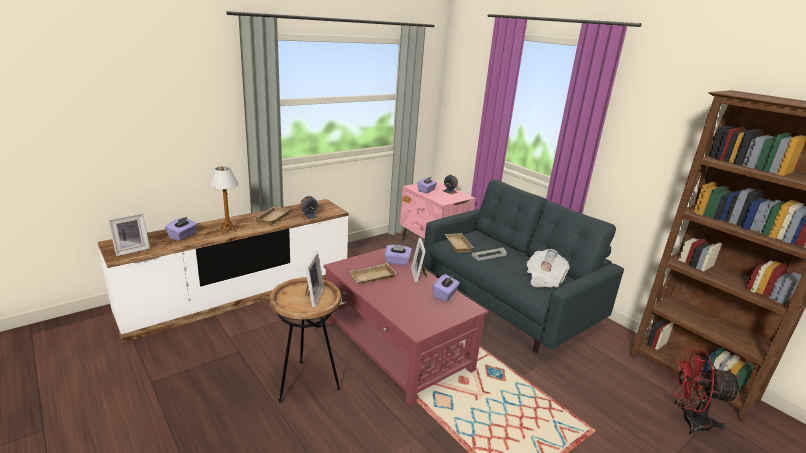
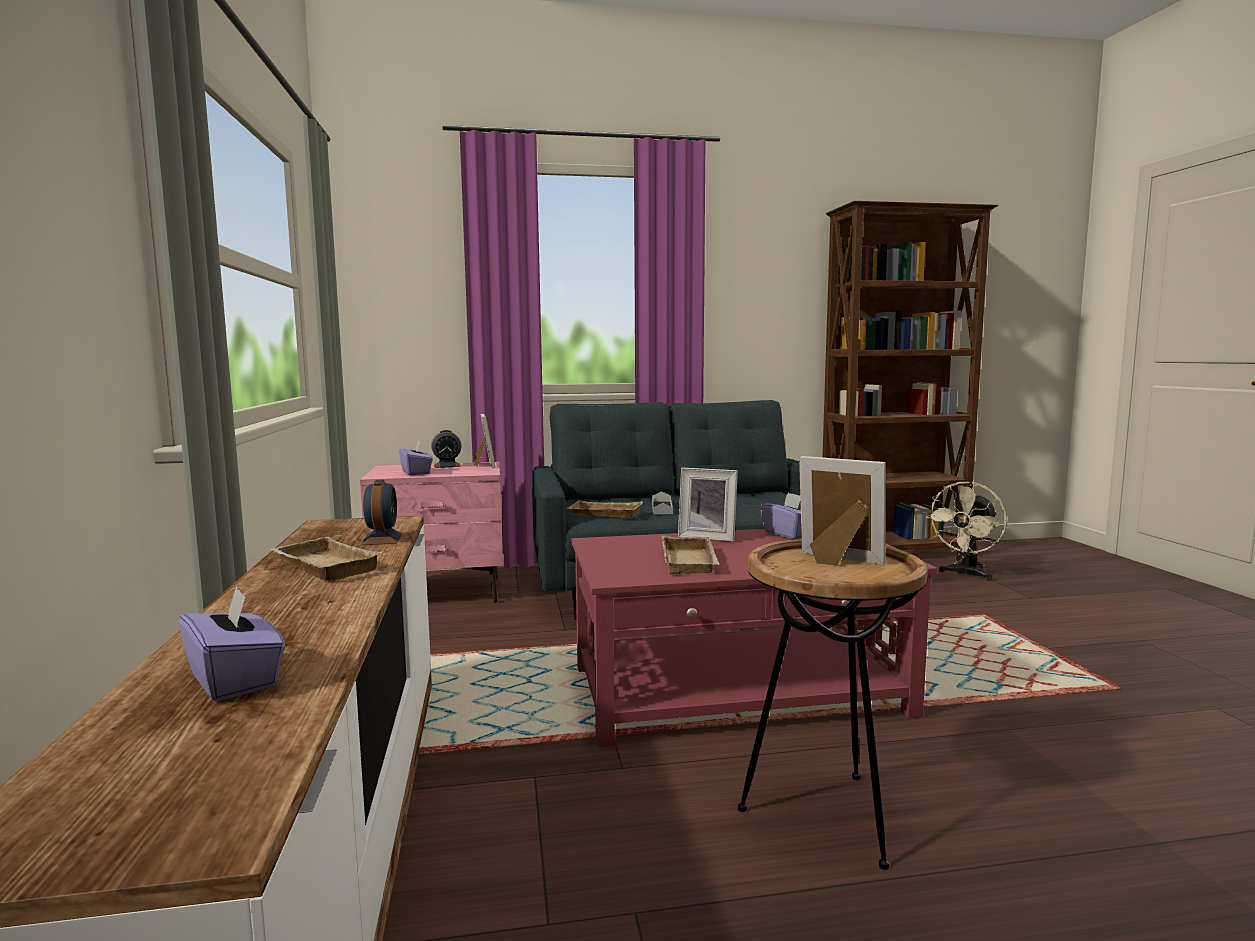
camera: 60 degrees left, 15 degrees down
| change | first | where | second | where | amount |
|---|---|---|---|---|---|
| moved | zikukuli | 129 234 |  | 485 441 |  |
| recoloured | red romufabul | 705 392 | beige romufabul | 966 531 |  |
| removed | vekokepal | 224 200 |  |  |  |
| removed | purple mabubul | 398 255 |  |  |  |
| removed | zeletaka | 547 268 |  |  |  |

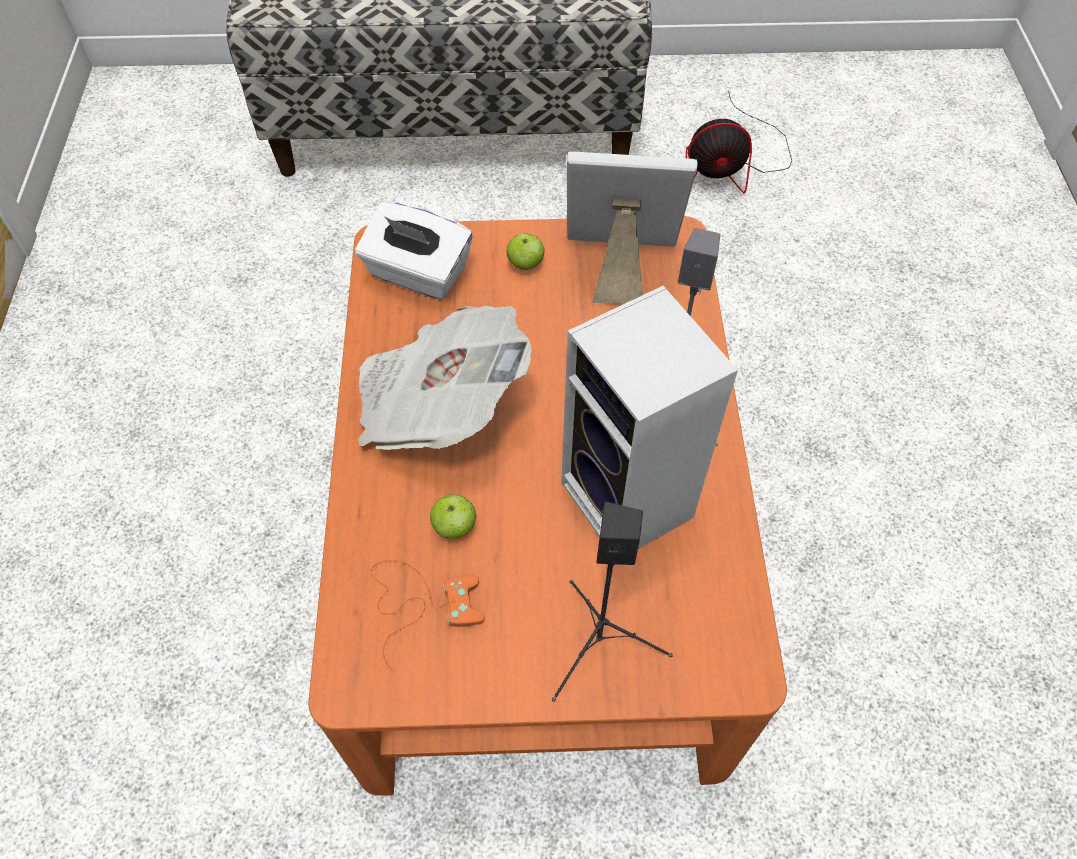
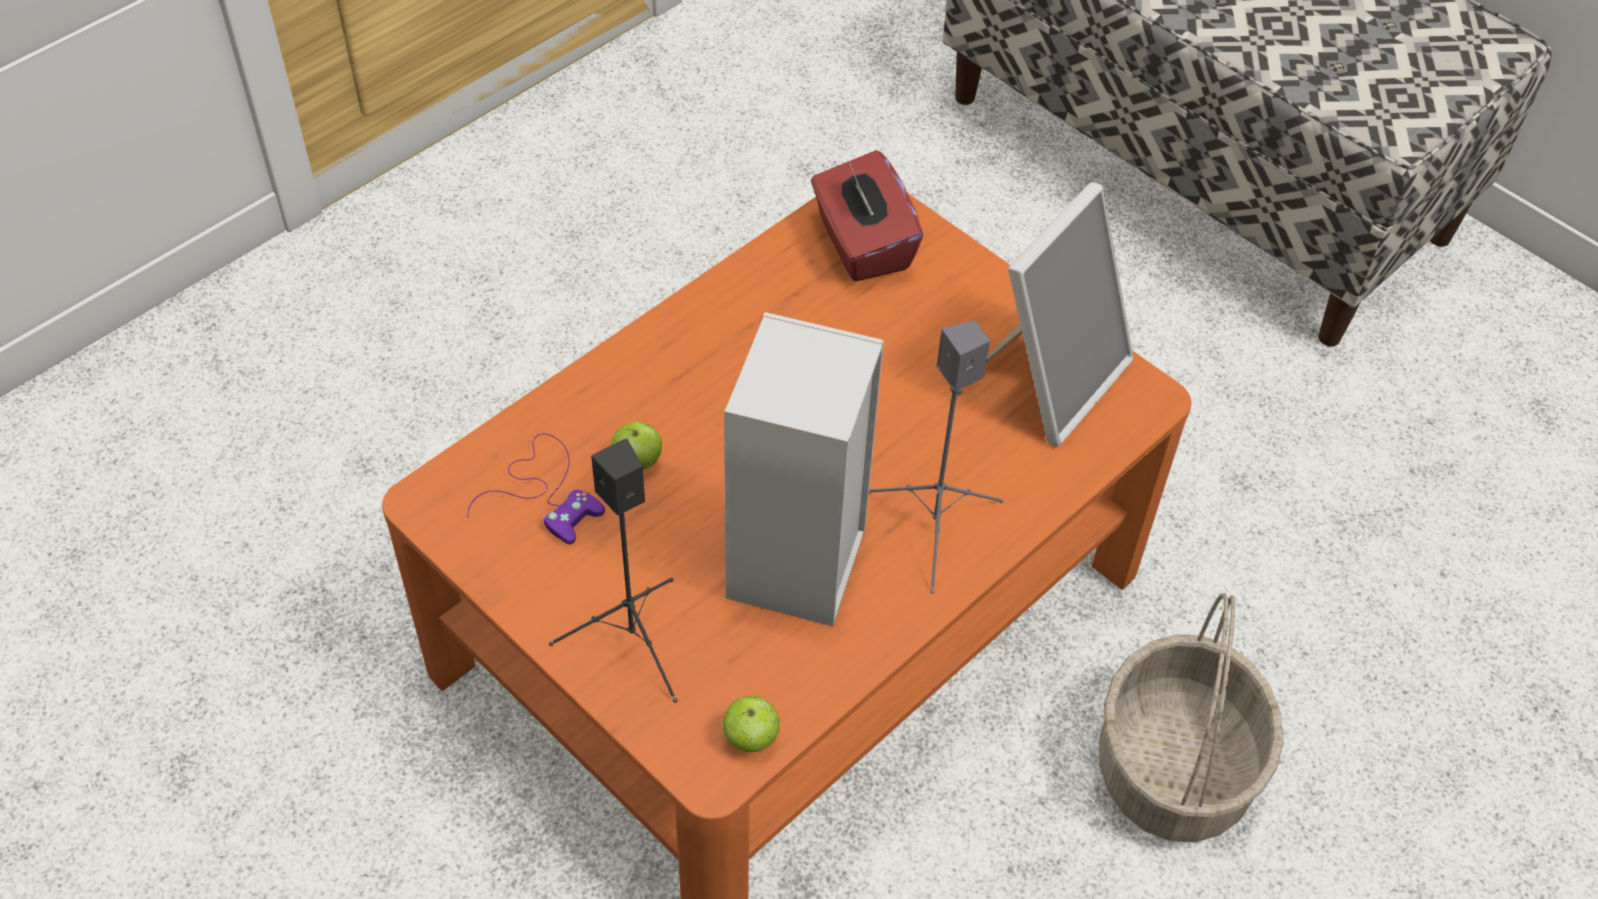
camera: 45 degrees right, 5 degrees down
| change | first | where | second | where | amount |
|---|---|---|---|---|---|
| recoloured | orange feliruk | 428 616 | purple feliruk | 536 489 |  |
| moved | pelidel | 525 251 |  | 751 724 |  |
| recoloured | white mabubul | 414 250 | red mabubul | 867 216 |  |
| turned | zikukuli | 632 228 |  | 1059 314 | 75 degrees clockwise |
| added |  |  | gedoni | 1191 718 |  |
| removed | zeletaka | 445 378 |  |  |  |
| removed | romufabul | 739 142 |  |  |  |

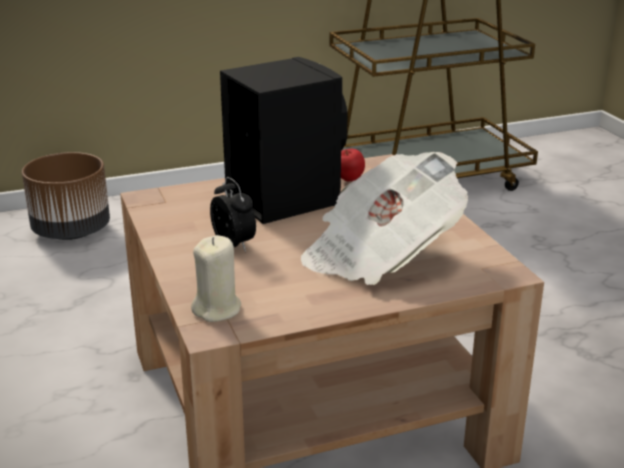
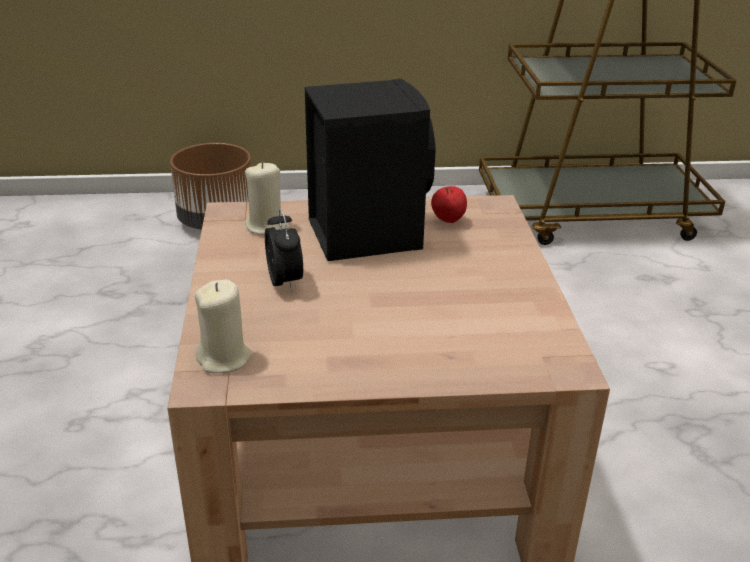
camera: 15 degrees right, 5 degrees up
| change | first | where | second | where | amount |
|---|---|---|---|---|---|
| added |  |  | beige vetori | 267 198 |  |
| removed | zeletaka | 384 218 |  |  |  |

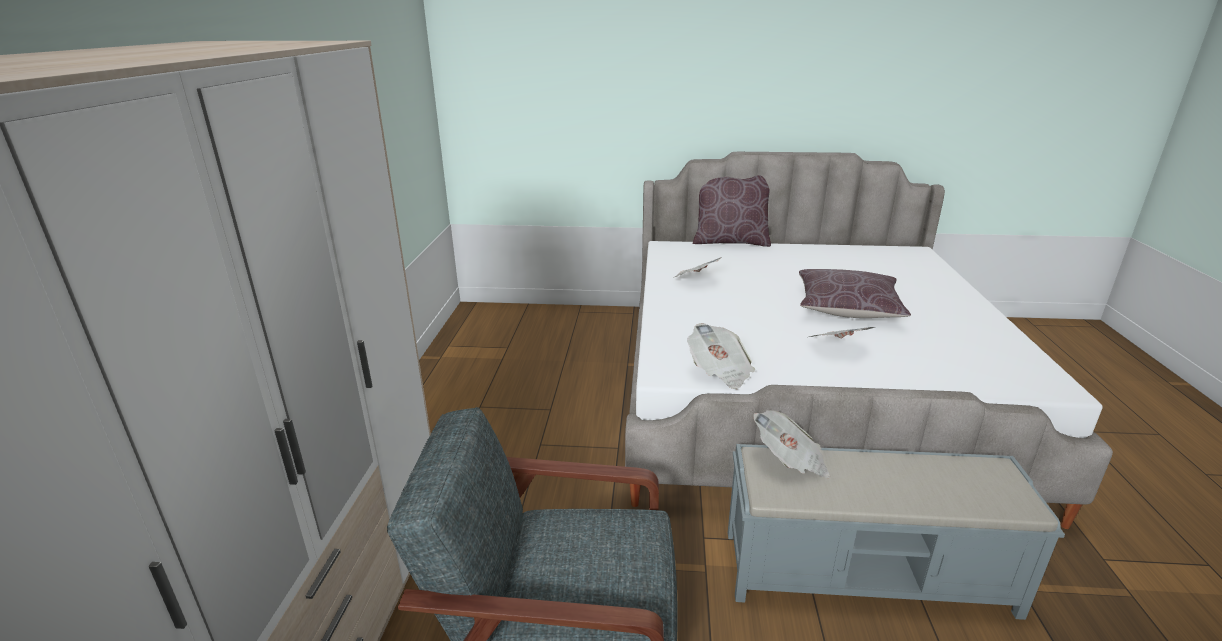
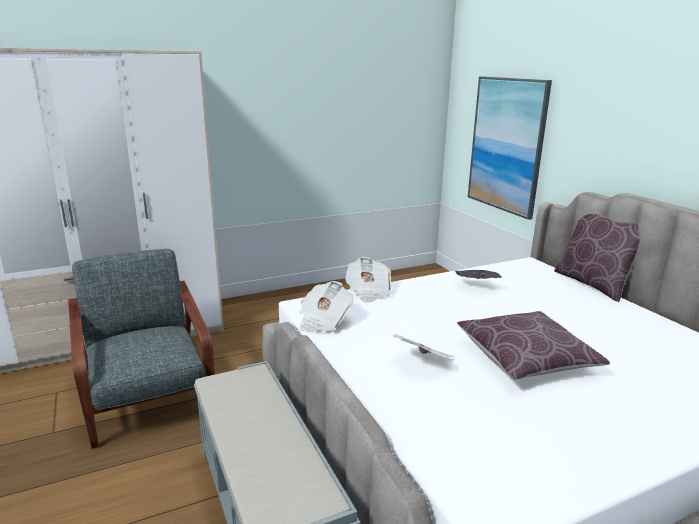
camera: 60 degrees right, 5 degrees down
| change | first | where | second | where | amount |
|---|---|---|---|---|---|
| moved | zeletaka | 791 444 |  | 368 280 |  |
| added |  |  | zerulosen | 510 148 |  |

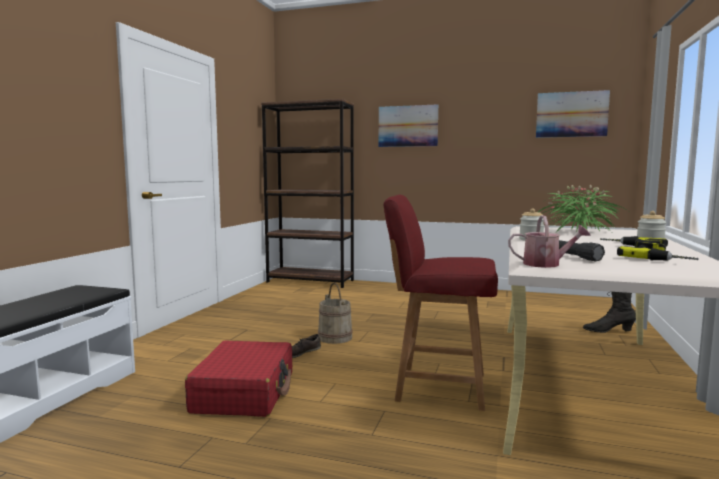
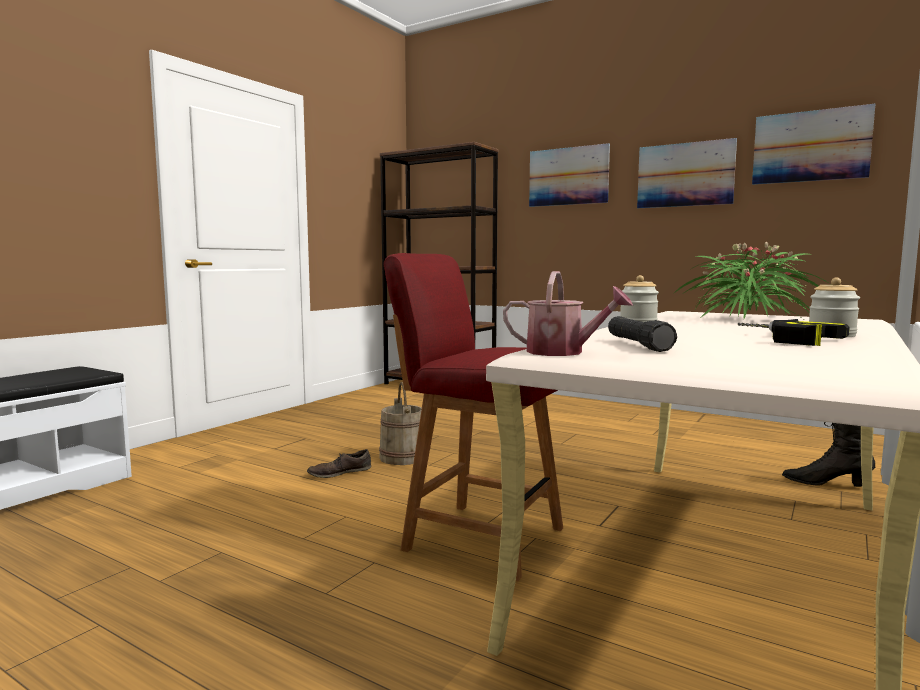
camera: 15 degrees right, 0 degrees up
| change | first | where | second | where | amount |
|---|---|---|---|---|---|
| added |  |  | zerulosen | 687 173 |  |
| removed | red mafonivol | 238 379 |  |  |  |
| removed | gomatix | 658 251 |  |  |  |

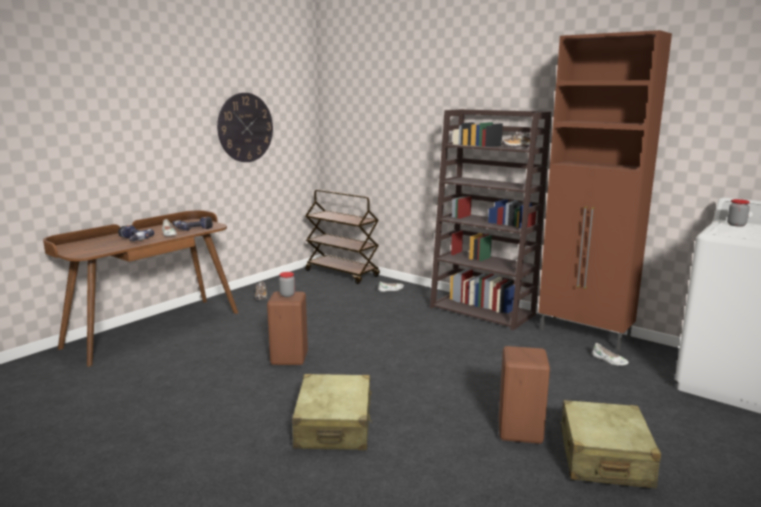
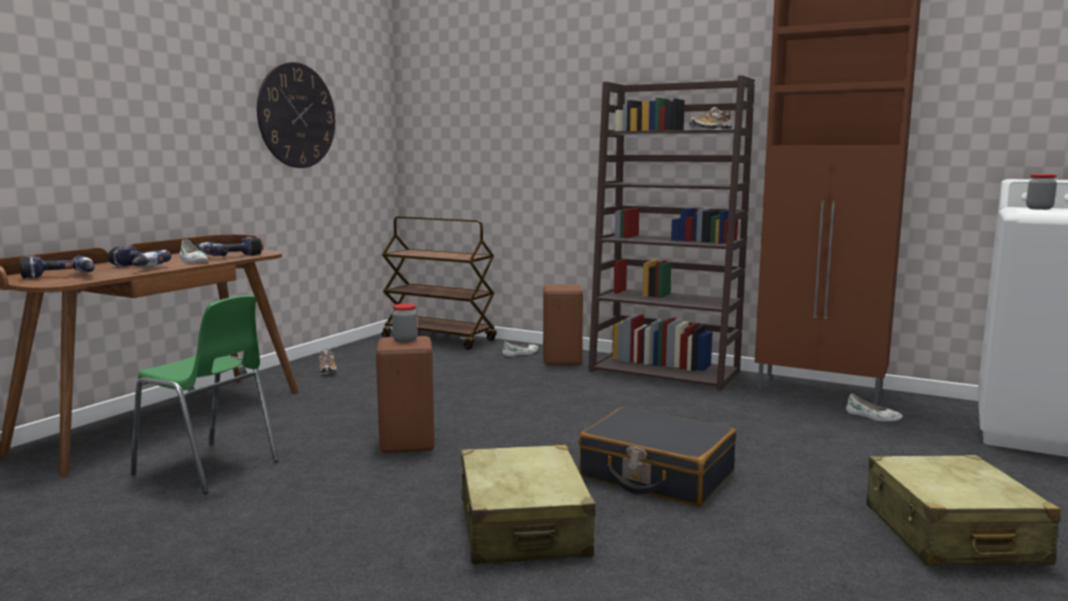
camera: 10 degrees left, 5 degrees down
| change | first | where | second | where | amount |
|---|---|---|---|---|---|
| added |  |  | gomatix | 57 267 |  |
| added |  |  | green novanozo | 204 394 |  |
| moved | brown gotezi | 524 395 |  | 563 324 |  |
| added |  |  | black mafonivol | 657 456 |  |

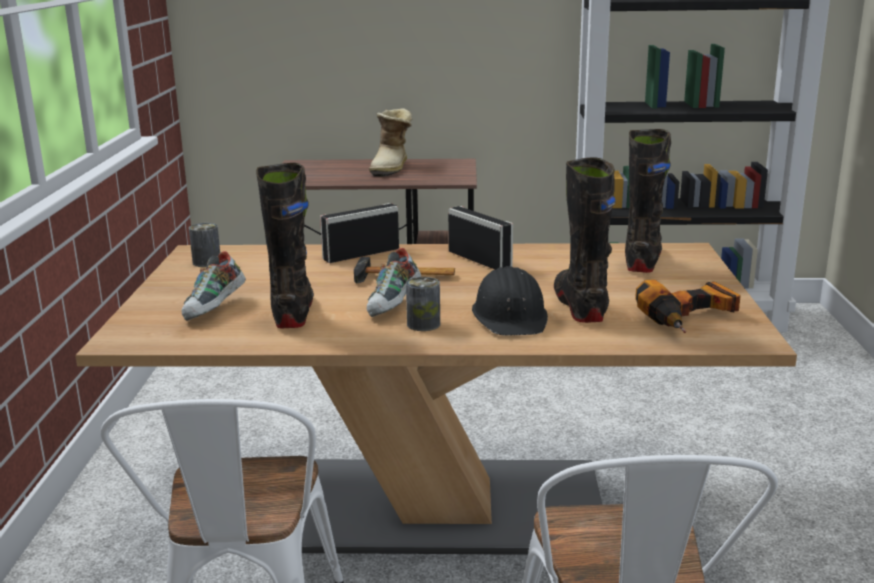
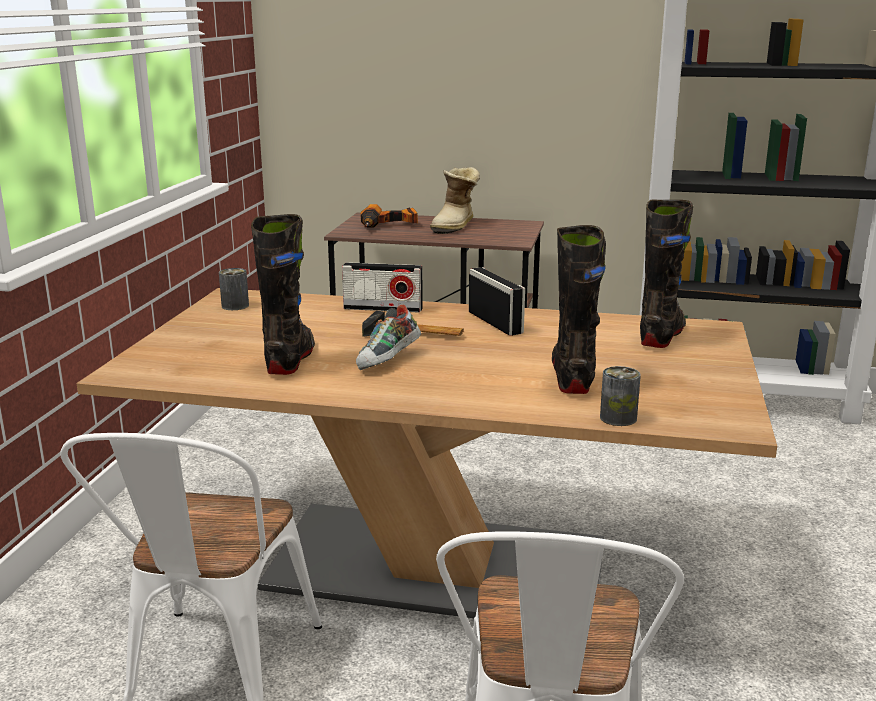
camera: 10 degrees right, 0 degrees up
| change | first | where | second | where | amount |
|---|---|---|---|---|---|
| turned | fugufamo | 359 233 |  | 382 287 | 150 degrees counterclockwise |
| moved | gomatix | 688 306 |  | 389 215 |  |
| moved | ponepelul | 423 304 |  | 620 396 |  |
| removed | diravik | 213 286 |  |  |  |
| removed | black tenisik | 510 301 |  |  |  |

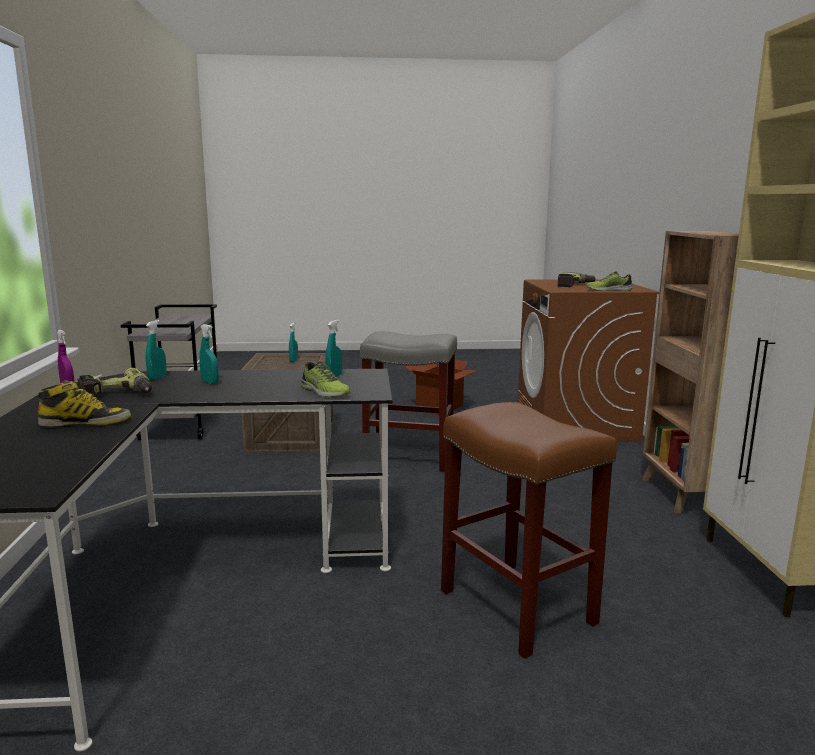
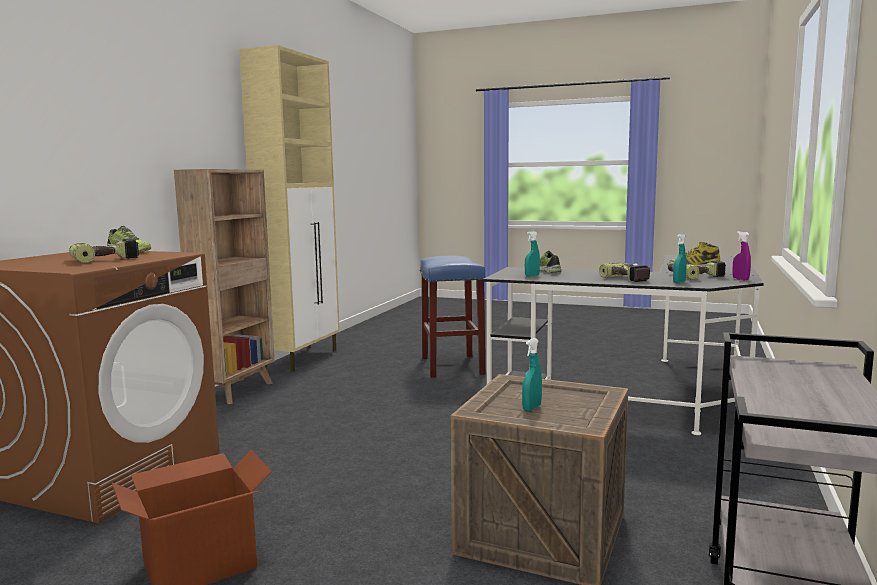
camera: 155 degrees left, 5 degrees down
| change | first | where | second | where | amount |
|---|---|---|---|---|---|
| recoloured | brown gotezi | 529 530 | blue gotezi | 452 316 |  |
| replaced | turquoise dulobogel | 209 354 | gomatix | 624 272 |  |
| removed | grey gotezi | 408 401 |  |  |  |

